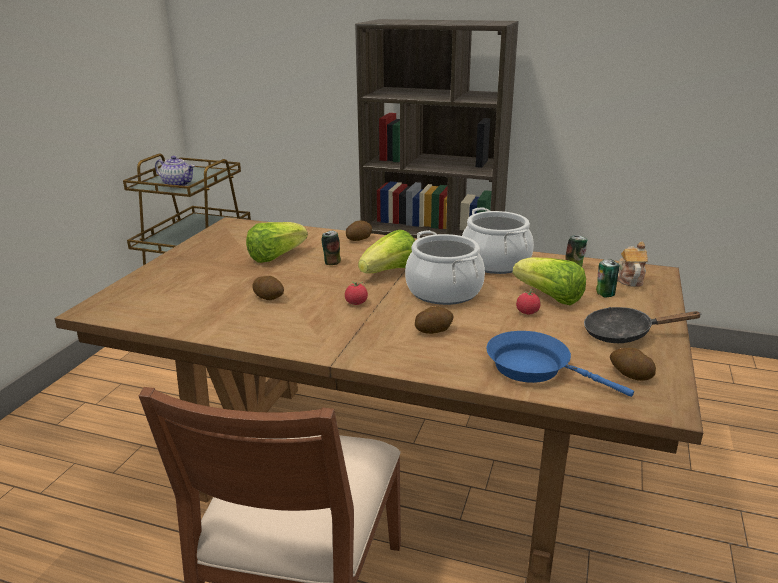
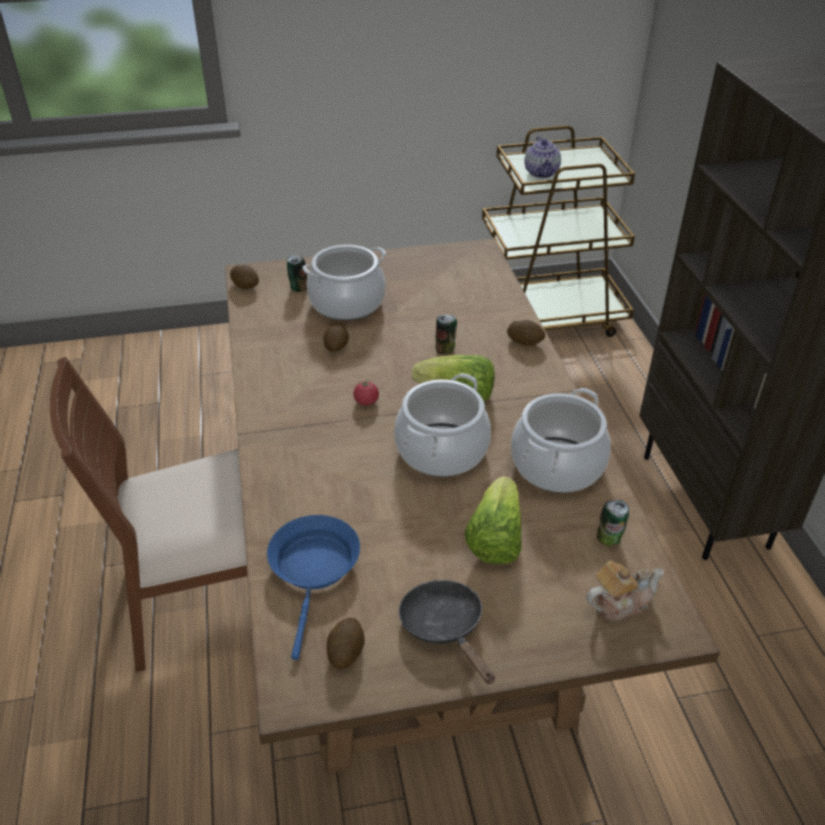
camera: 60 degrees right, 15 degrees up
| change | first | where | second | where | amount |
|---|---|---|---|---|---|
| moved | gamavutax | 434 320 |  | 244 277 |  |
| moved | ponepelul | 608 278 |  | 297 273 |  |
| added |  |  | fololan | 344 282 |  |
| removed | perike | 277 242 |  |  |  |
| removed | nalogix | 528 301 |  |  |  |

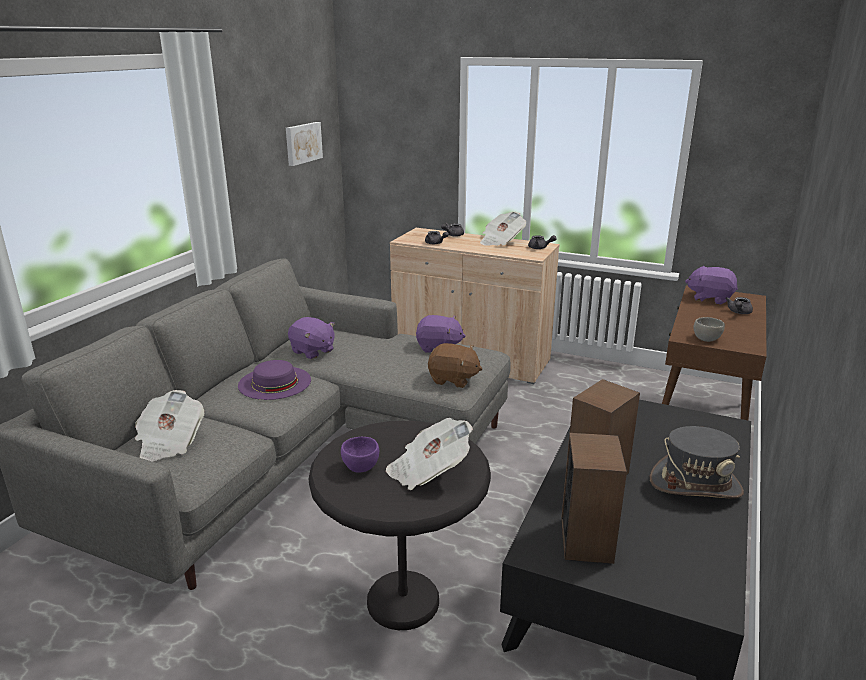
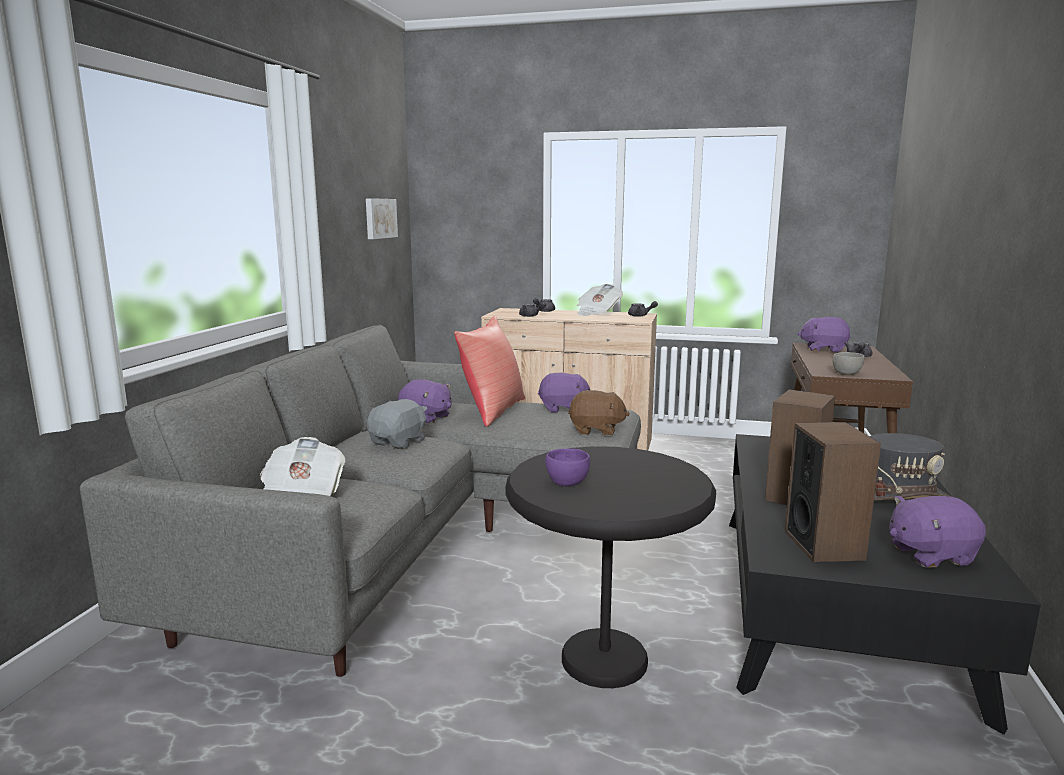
camera: 10 degrees left, 10 degrees down
| change | first | where | second | where | amount |
|---|---|---|---|---|---|
| replaced | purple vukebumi | 274 380 | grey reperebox | 397 424 |  |
| added |  |  | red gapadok | 489 371 |  |
| added |  |  | purple reperebox | 937 532 |  |
| removed | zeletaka | 429 454 |  |  |  |

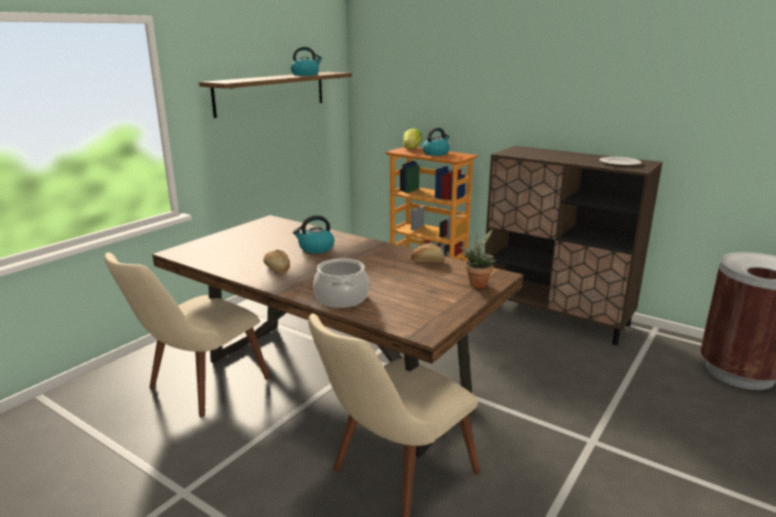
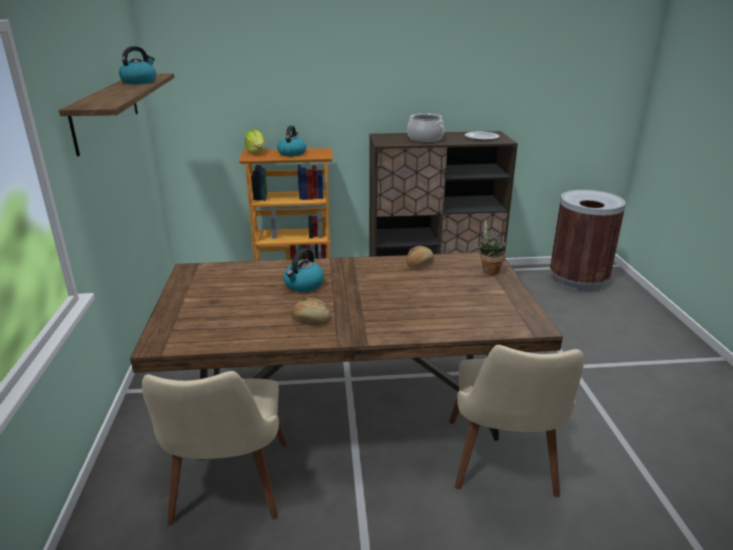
camera: 40 degrees left, 5 degrees up
| change | first | where | second | where | amount |
|---|---|---|---|---|---|
| moved | fololan | 341 283 |  | 425 127 |  |

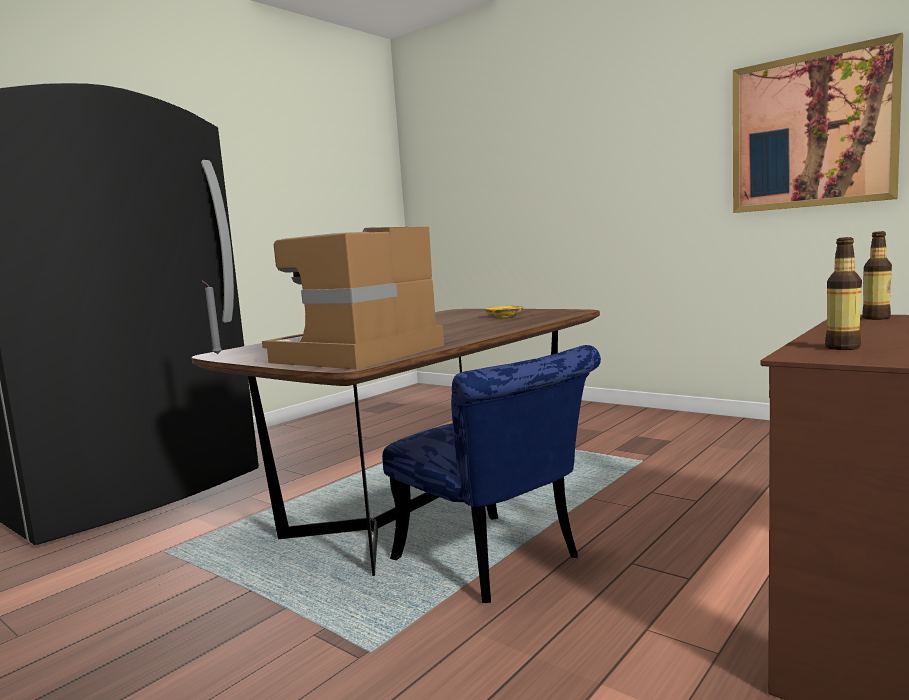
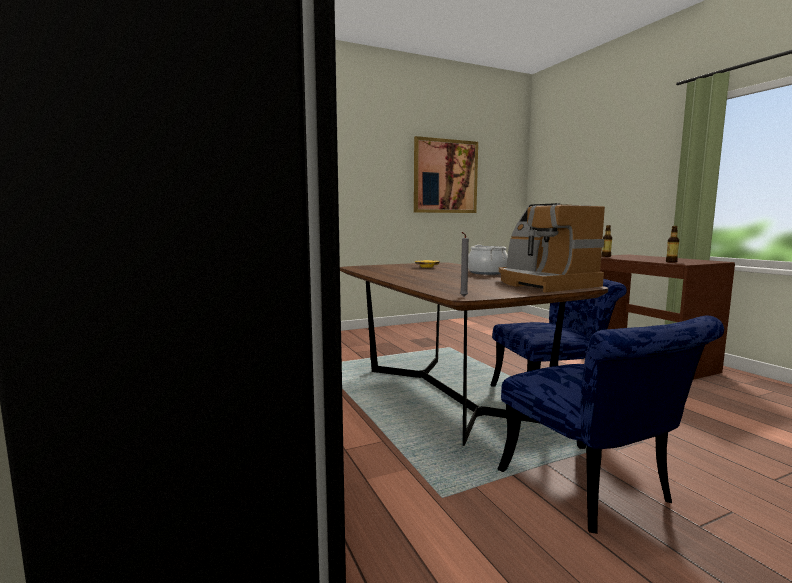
camera: 65 degrees left, 0 degrees up
| change | first | where | second | where | amount |
|---|---|---|---|---|---|
| added |  |  | fololan | 488 260 |  |
| added |  |  | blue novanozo | 610 425 |  |

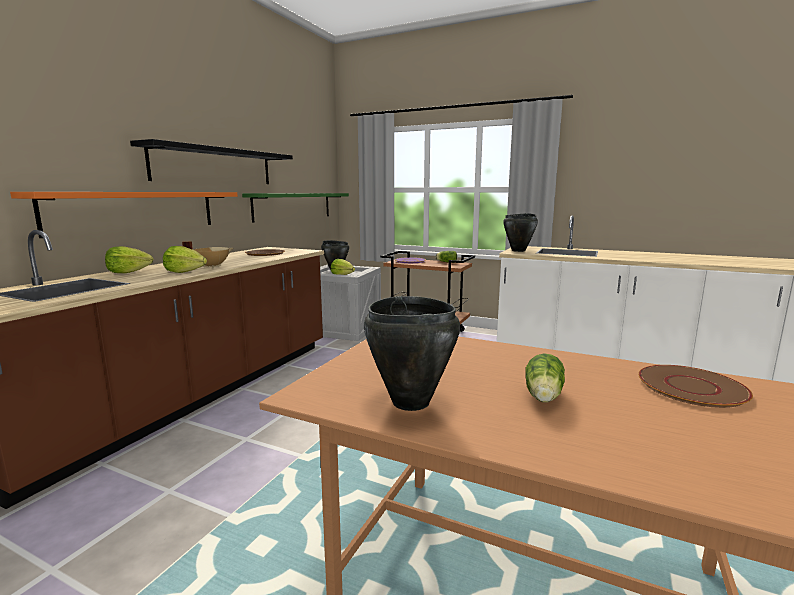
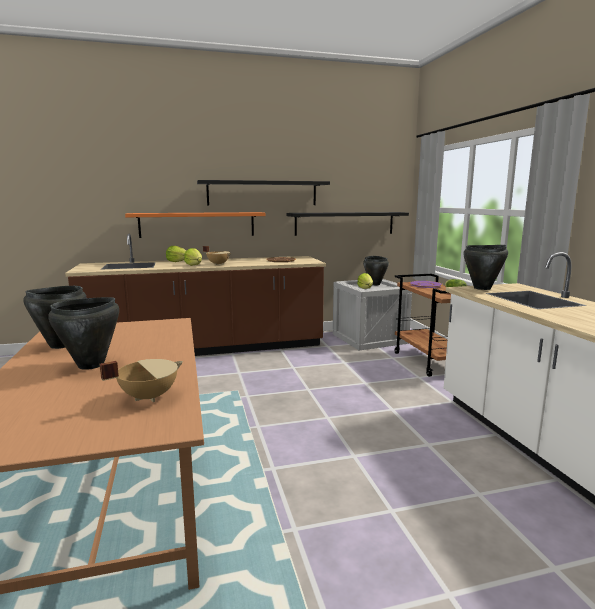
camera: 50 degrees right, 0 degrees up
| change | first | where | second | where | amount |
|---|---|---|---|---|---|
| replaced | perike | 545 378 | black fololan | 83 333 |  |
| replaced | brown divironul | 695 386 | beige fololan | 141 380 |  |
| recoloured | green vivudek | 295 208 | black vivudek | 347 224 |  |

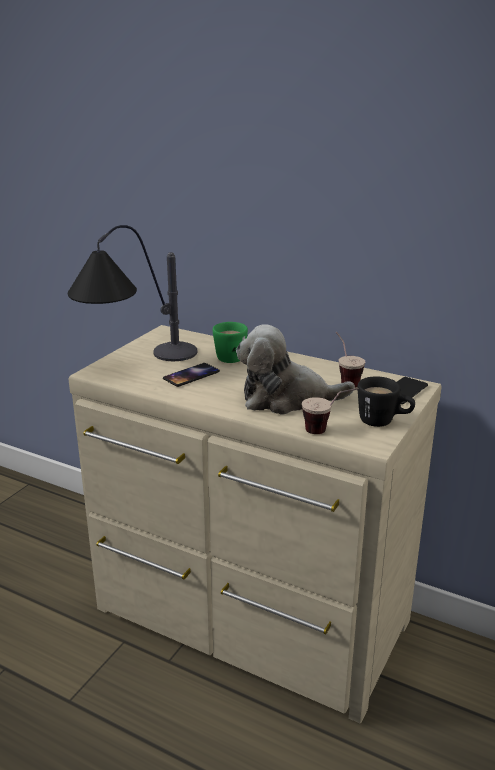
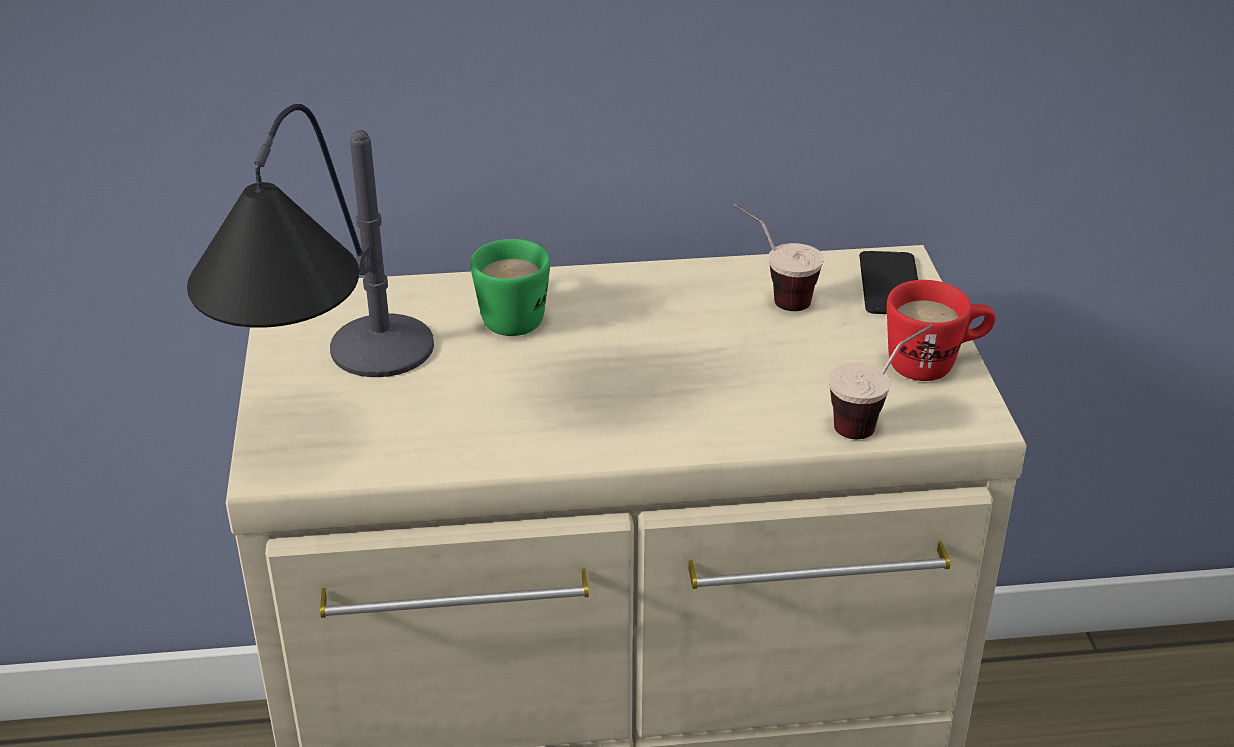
camera: 35 degrees left, 10 degrees up
| change | first | where | second | where | amount |
|---|---|---|---|---|---|
| recoloured | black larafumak | 386 401 | red larafumak | 941 330 |  |
| removed | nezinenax | 191 375 |  |  |  |
| removed | reperebox | 295 369 |  |  |  |

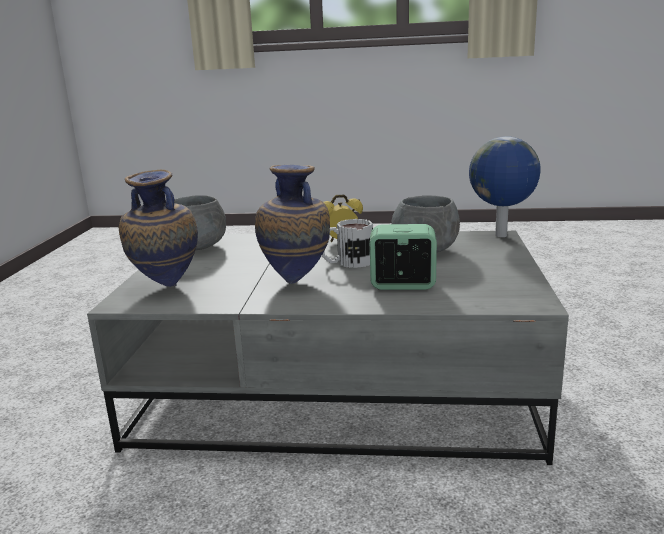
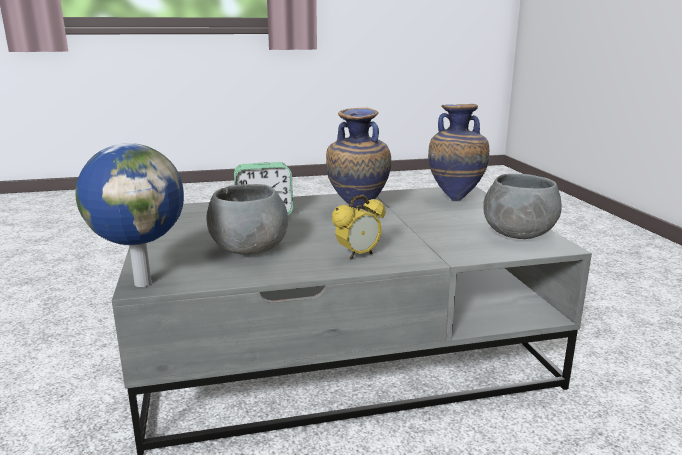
camera: 160 degrees right, 0 degrees up
| change | first | where | second | where | amount |
|---|---|---|---|---|---|
| removed | larafumak | 347 243 |  |  |  |

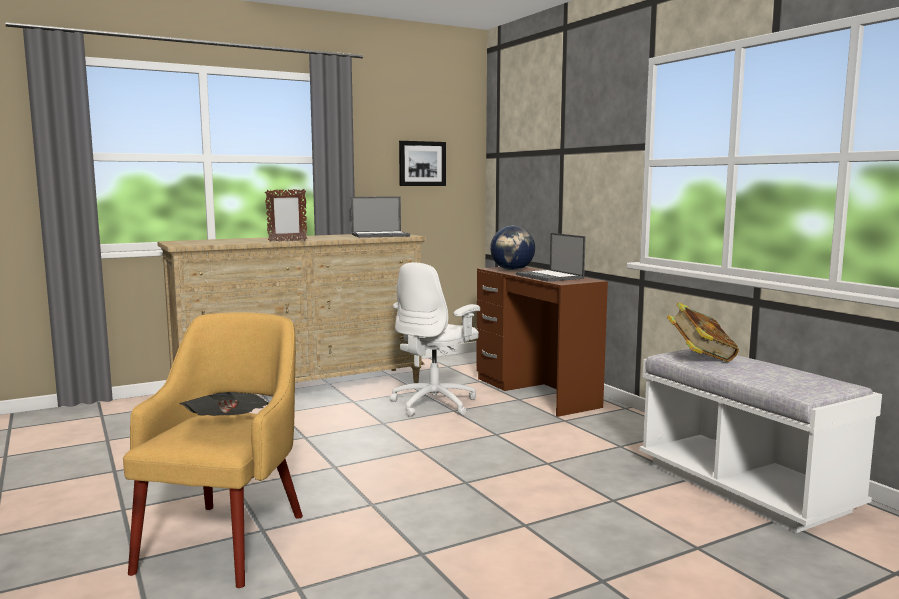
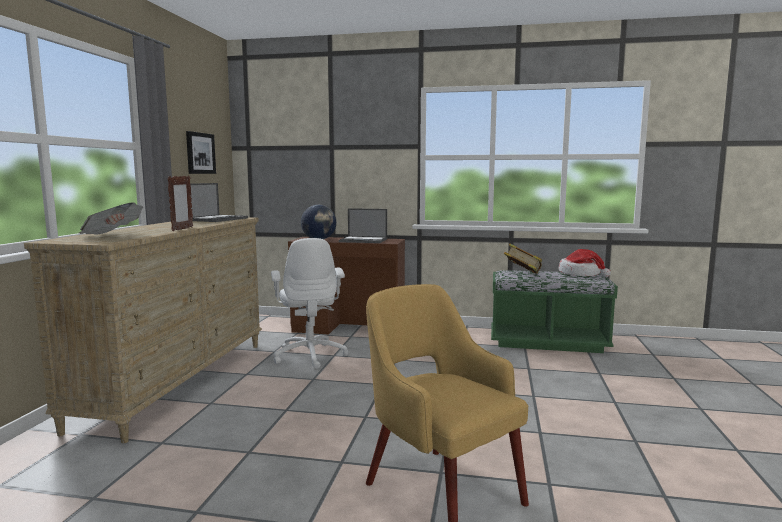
camera: 50 degrees left, 0 degrees up
| change | first | where | second | where | amount |
|---|---|---|---|---|---|
| moved | zeletaka | 224 404 |  | 111 218 |  |
| recoloured | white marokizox | 760 441 | green marokizox | 554 312 |  |
| added |  |  | vukebumi | 585 263 |  |

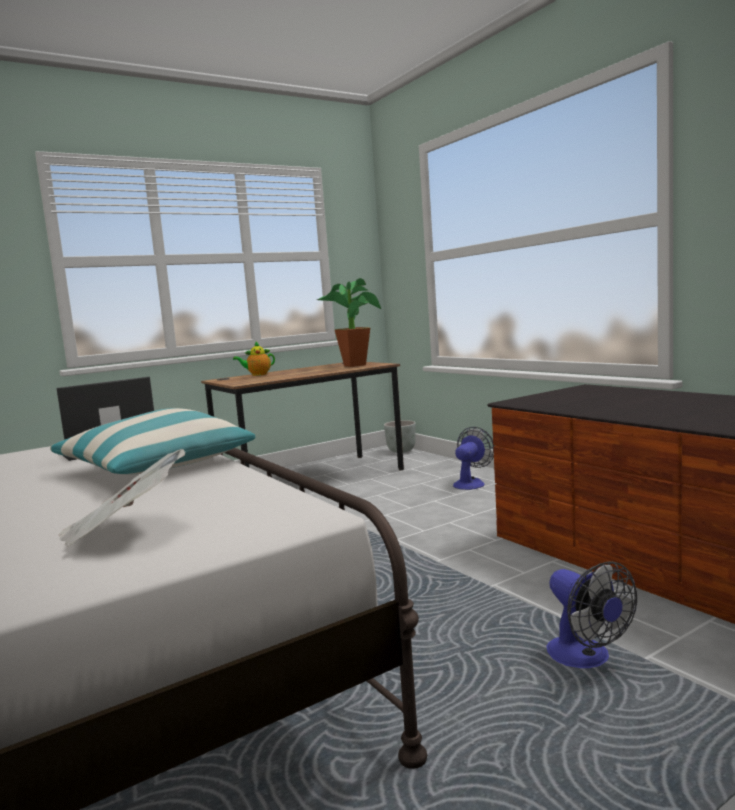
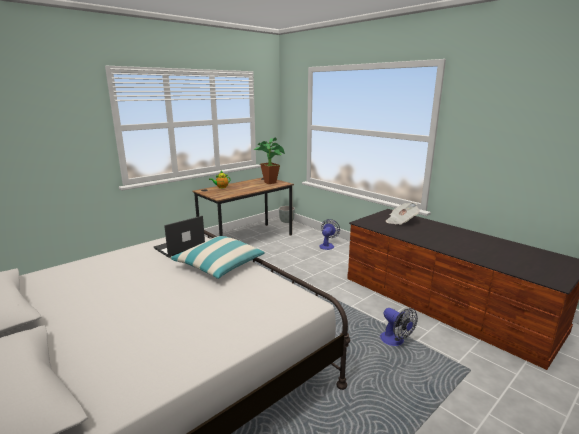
camera: 10 degrees left, 10 degrees up
| change | first | where | second | where | amount |
|---|---|---|---|---|---|
| moved | zeletaka | 122 498 |  | 403 213 |  |

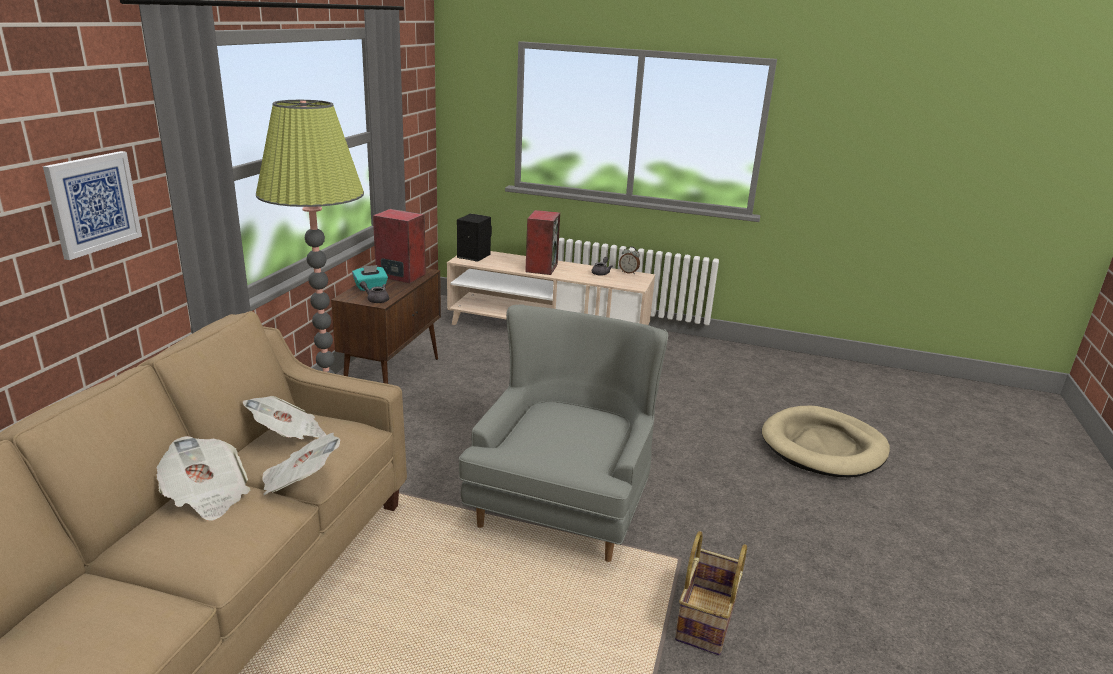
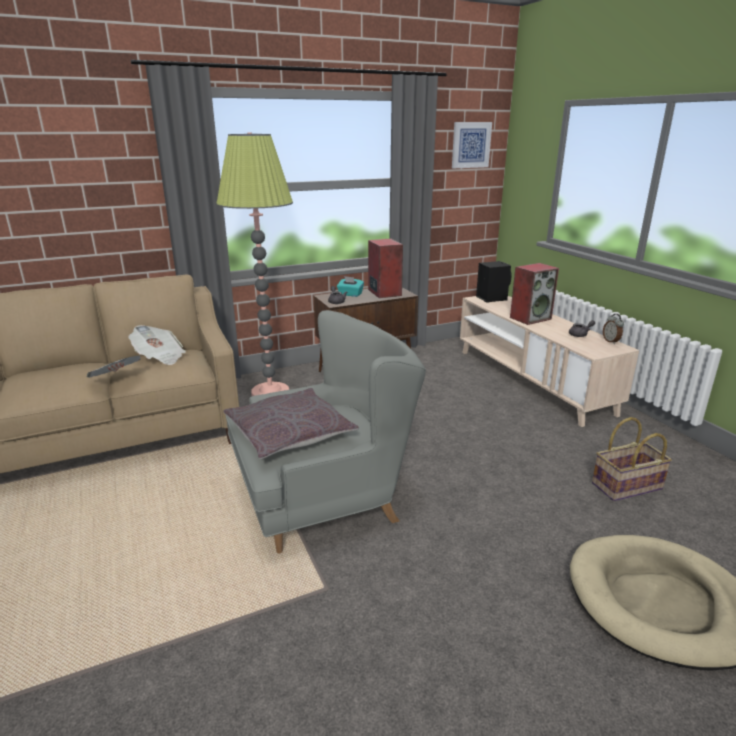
camera: 50 degrees right, 0 degrees up
| change | first | where | second | where | amount |
|---|---|---|---|---|---|
| added |  |  | grey gapadok | 291 423 |  |
| moved | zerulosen | 92 205 |  | 472 145 |  |
| moved | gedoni | 711 593 |  | 632 459 |  |
| removed | zeletaka | 203 478 |  |  |  |

